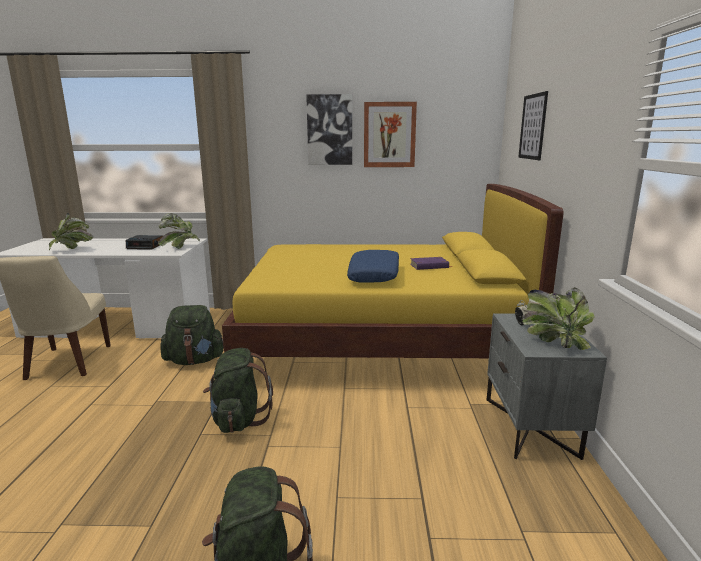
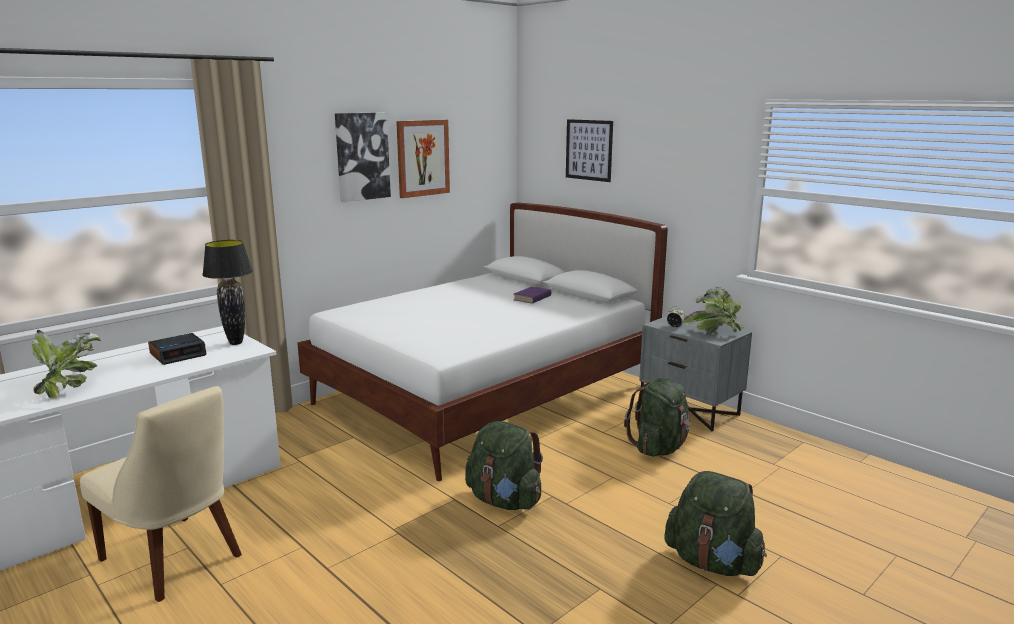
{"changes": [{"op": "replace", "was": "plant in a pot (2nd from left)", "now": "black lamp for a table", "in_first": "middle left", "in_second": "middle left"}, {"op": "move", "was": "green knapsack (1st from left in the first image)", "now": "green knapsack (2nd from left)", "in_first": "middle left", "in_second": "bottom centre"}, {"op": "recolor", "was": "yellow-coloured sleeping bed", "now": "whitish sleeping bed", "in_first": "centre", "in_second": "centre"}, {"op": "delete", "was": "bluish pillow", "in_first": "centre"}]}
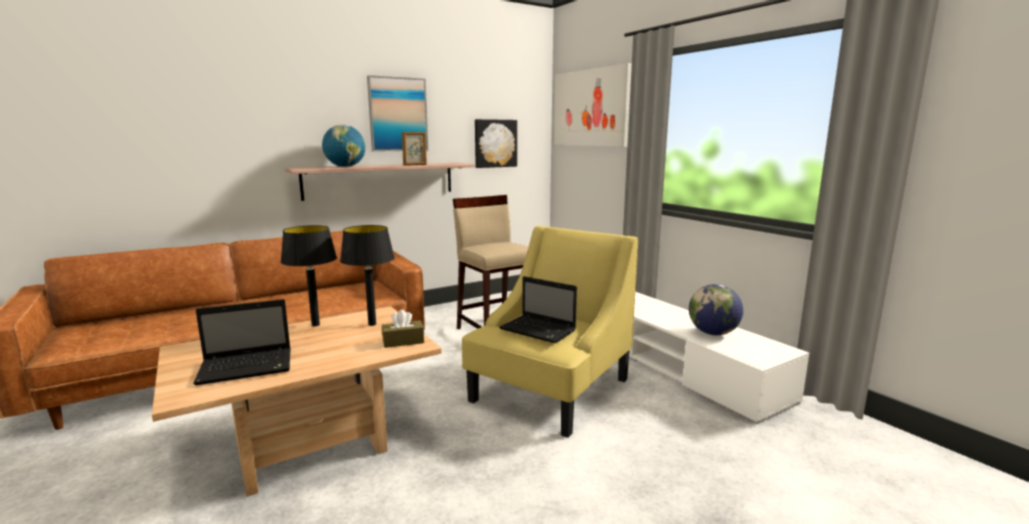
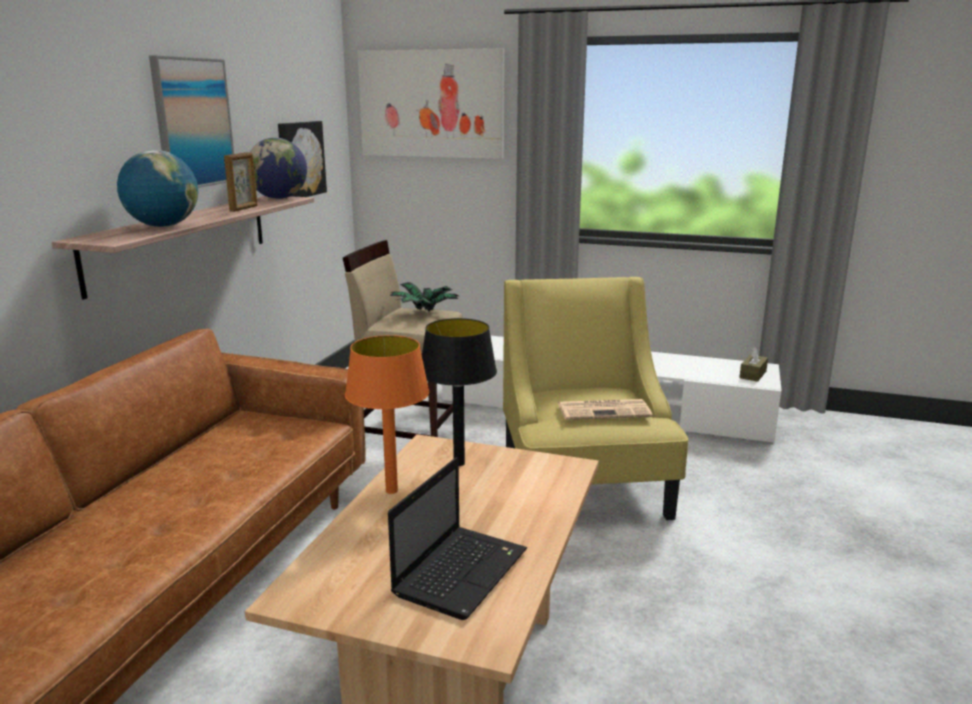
{"changes": [{"op": "recolor", "was": "black lamp for a table (1st from left)", "now": "orange lamp for a table", "in_first": "middle left", "in_second": "centre"}, {"op": "move", "was": "brown-coloured tissue holder", "in_first": "centre", "in_second": "middle right"}, {"op": "replace", "was": "notebook computer (2nd from left)", "now": "newspaper", "in_first": "centre", "in_second": "centre"}, {"op": "move", "was": "desk globe (2nd from left)", "in_first": "middle right", "in_second": "top left"}, {"op": "insert", "now": "plant in a pot", "in_second": "centre"}]}
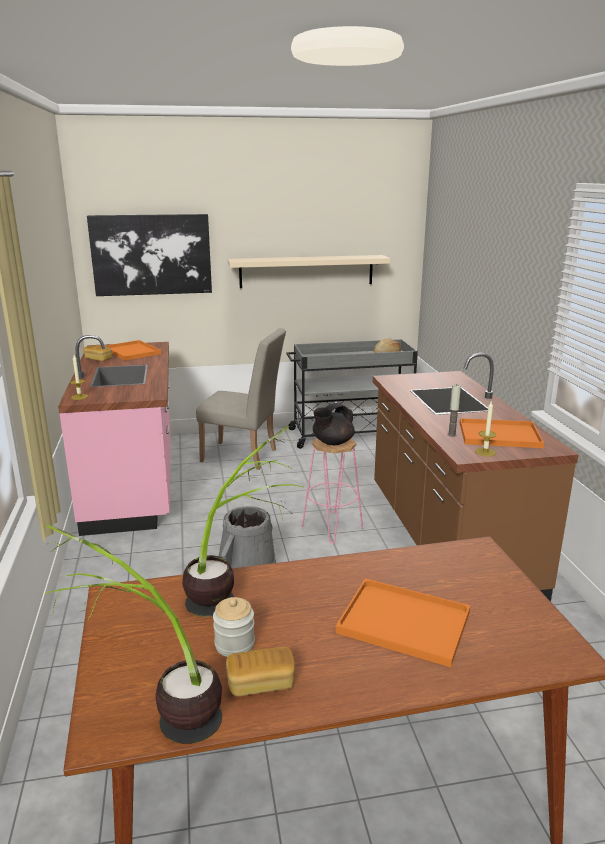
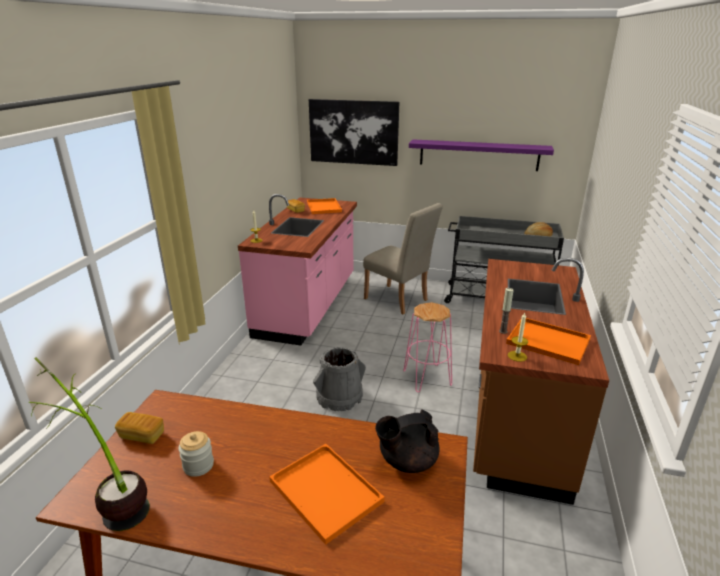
{"changes": [{"op": "delete", "was": "plant in a pot (2nd from left)", "in_first": "centre"}, {"op": "move", "was": "bakery bread (2nd from left in the first image)", "now": "bakery bread (1st from left)", "in_first": "bottom centre", "in_second": "bottom left"}, {"op": "recolor", "was": "sand-coloured wall shelf", "now": "purple-coloured wall shelf", "in_first": "top centre", "in_second": "top right"}, {"op": "move", "was": "black teapot", "in_first": "centre", "in_second": "bottom centre"}]}
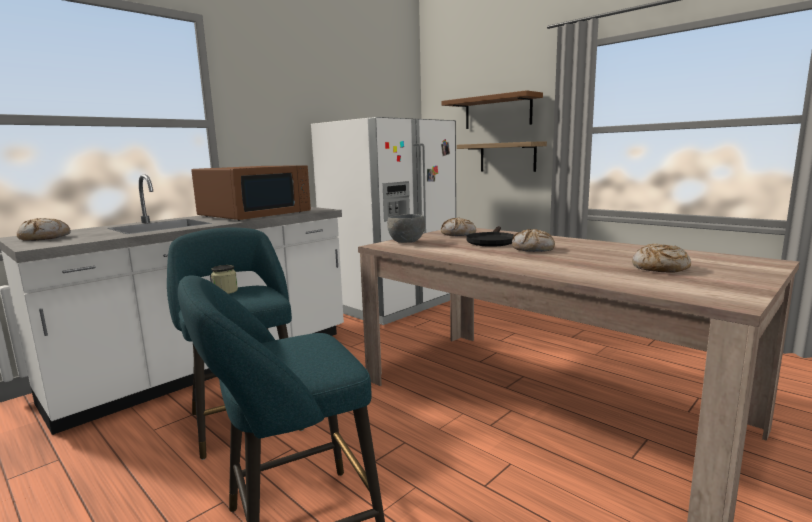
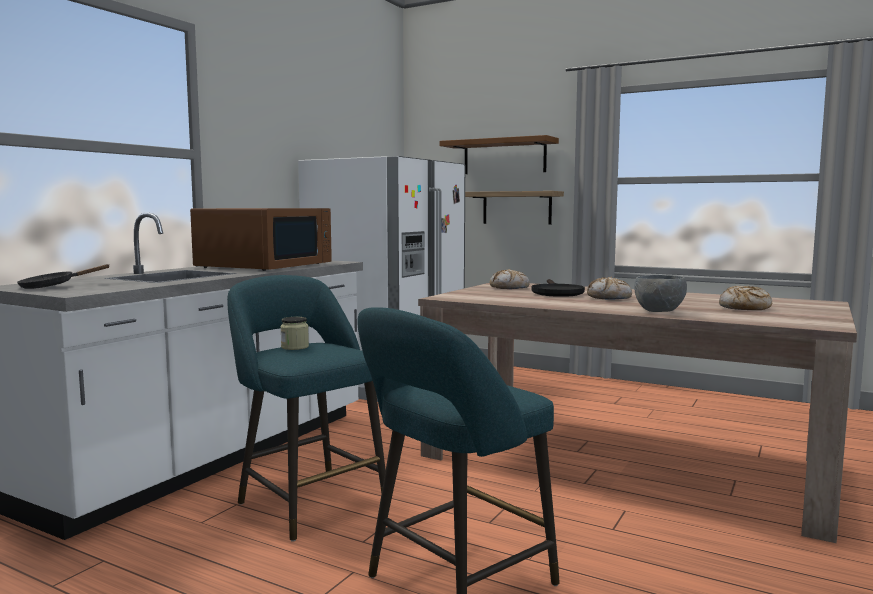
{"changes": [{"op": "replace", "was": "bakery bread (1st from left)", "now": "black pan (1st from left)", "in_first": "middle left", "in_second": "middle left"}, {"op": "move", "was": "greyish serving bowl", "in_first": "centre", "in_second": "middle right"}]}
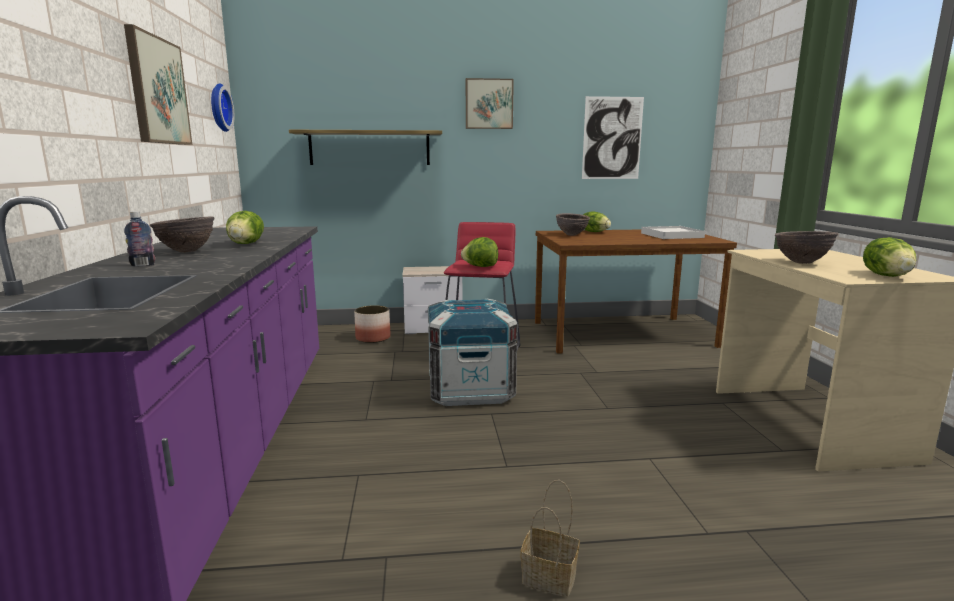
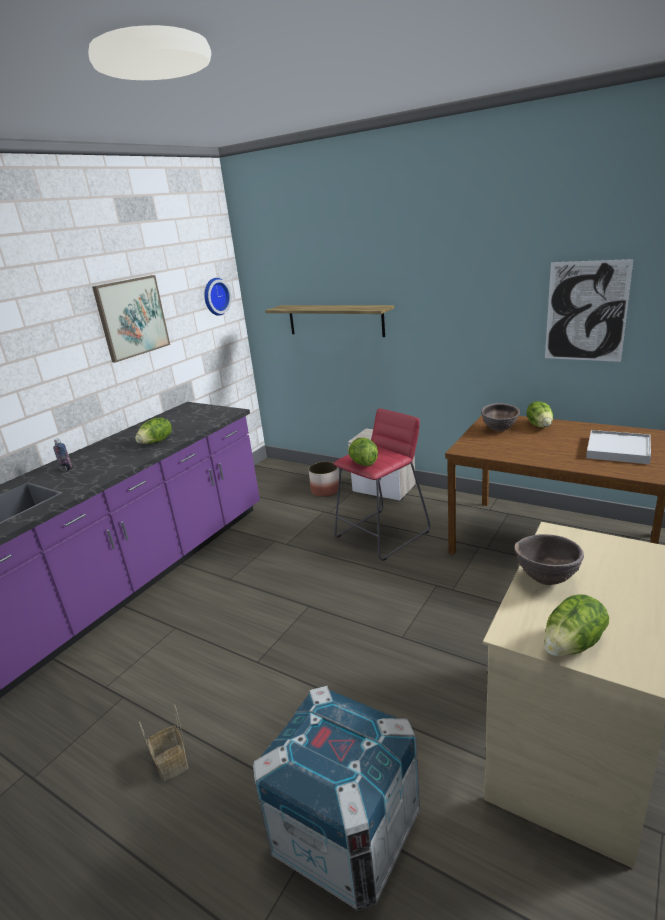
{"changes": [{"op": "delete", "was": "brown-coloured serving bowl (1st from left)", "in_first": "middle left"}, {"op": "move", "was": "crate", "in_first": "centre", "in_second": "bottom centre"}, {"op": "delete", "was": "wall art (2nd from left)", "in_first": "top centre"}]}
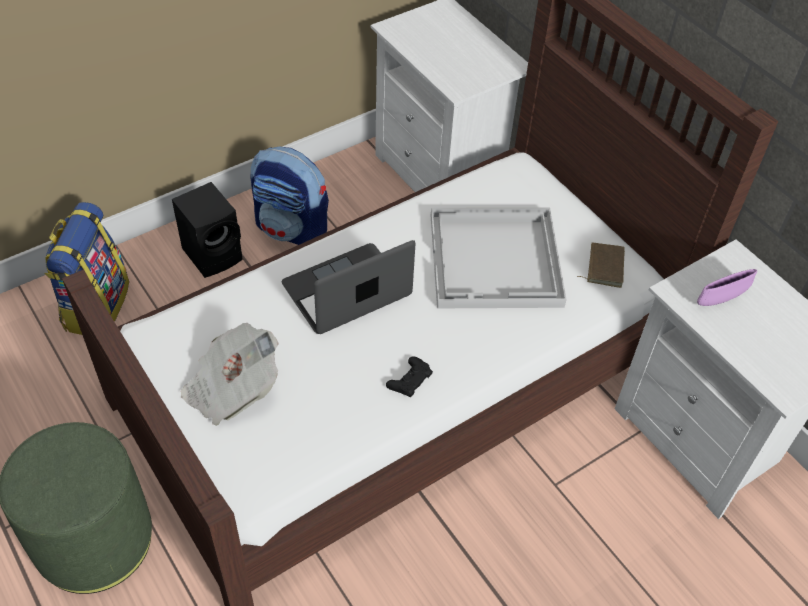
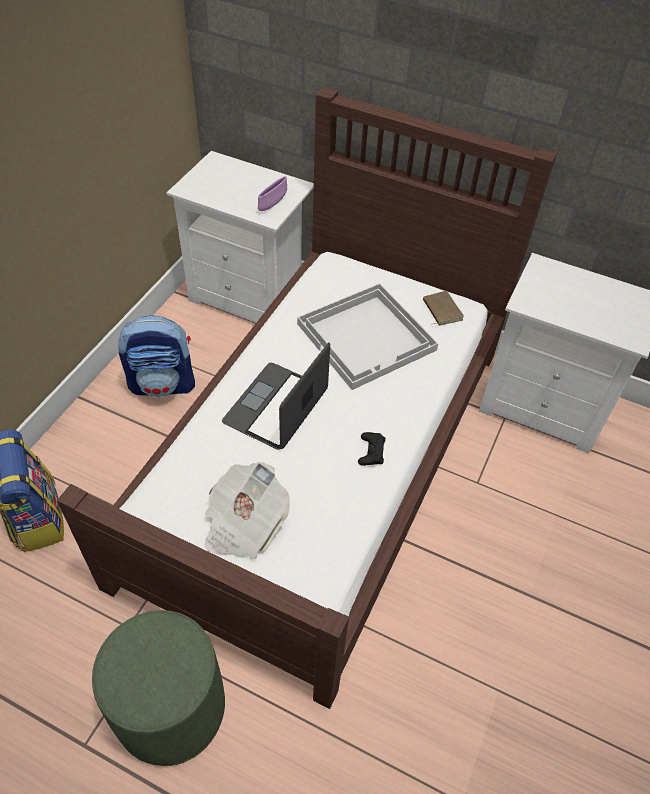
{"changes": [{"op": "delete", "was": "black loudspeaker", "in_first": "middle left"}, {"op": "move", "was": "purple-coloured serving bowl", "in_first": "middle right", "in_second": "top centre"}]}
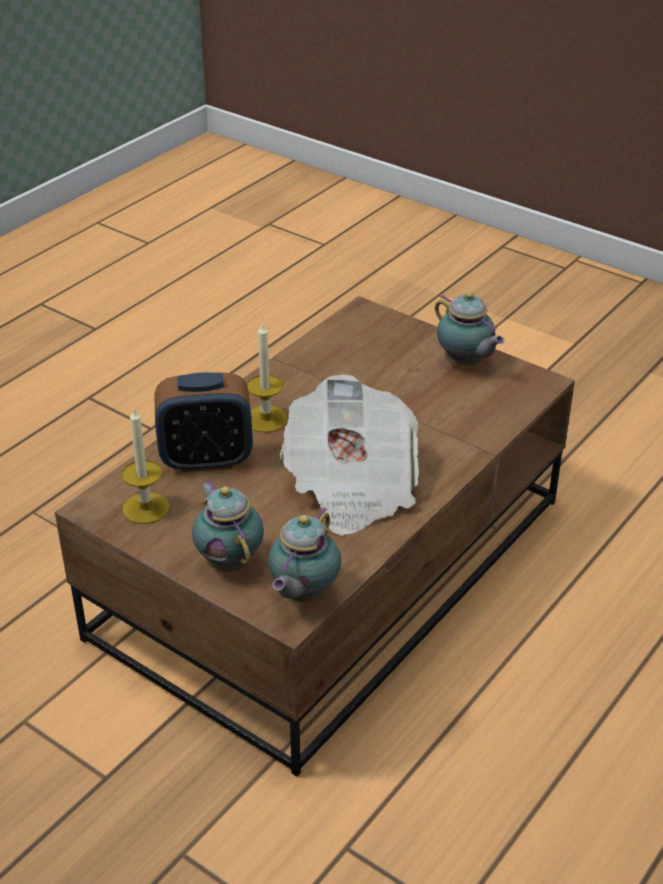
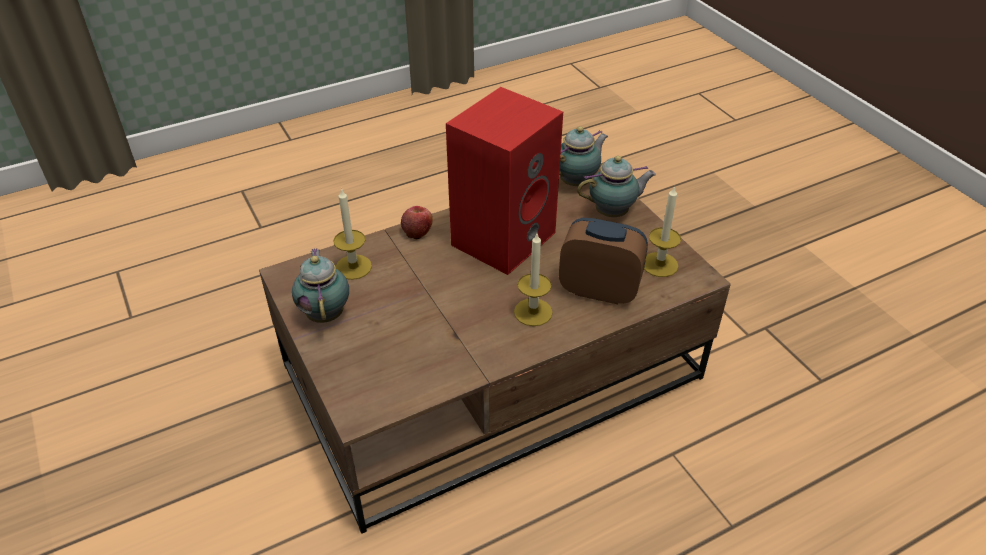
{"changes": [{"op": "rotate", "was": "teapot (1st from left in the first image)", "in_first": "centre", "in_second": "centre", "clockwise": -105}, {"op": "replace", "was": "newspaper", "now": "red-coloured loudspeaker", "in_first": "centre", "in_second": "top centre"}, {"op": "insert", "now": "wax light (1st from left)", "in_second": "centre"}, {"op": "insert", "now": "whole apple", "in_second": "centre"}]}
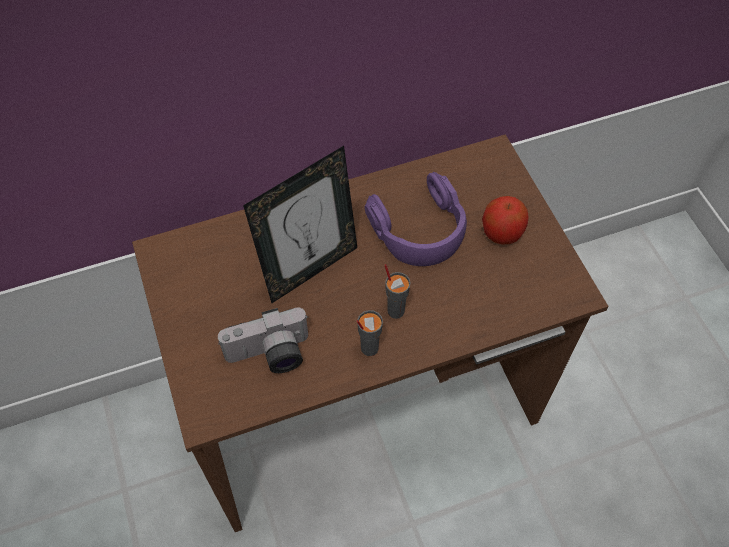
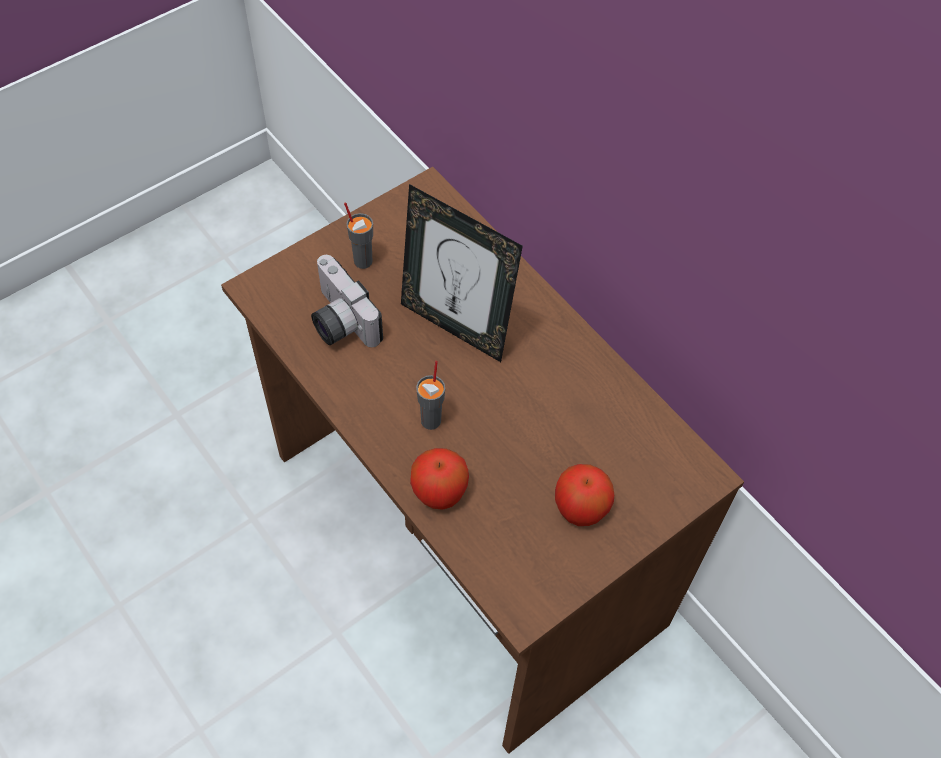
{"changes": [{"op": "move", "was": "greyish small cup (1st from left)", "in_first": "centre", "in_second": "top centre"}, {"op": "delete", "was": "purple-coloured headset", "in_first": "centre"}, {"op": "insert", "now": "whole apple (1st from left)", "in_second": "centre"}]}
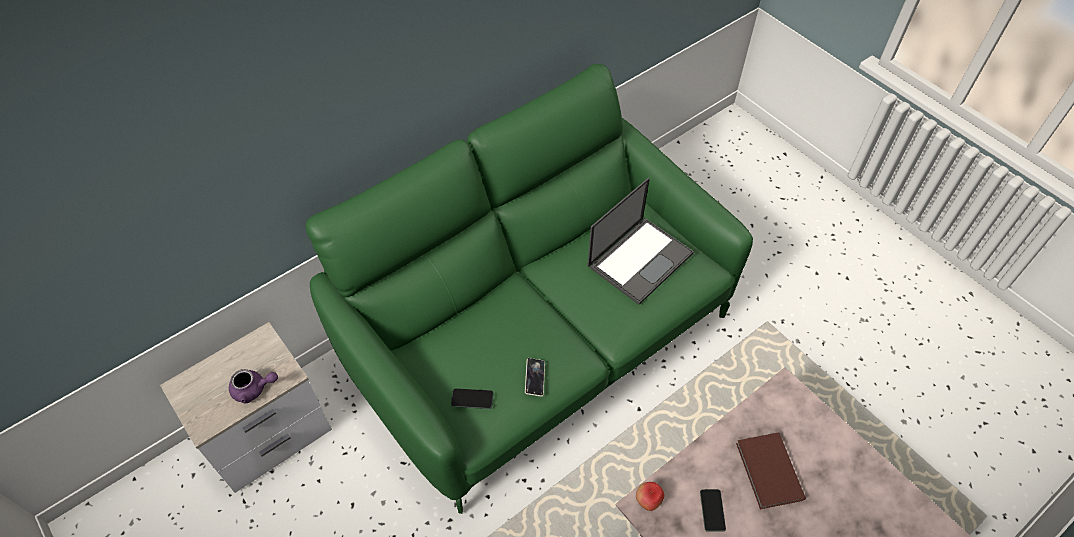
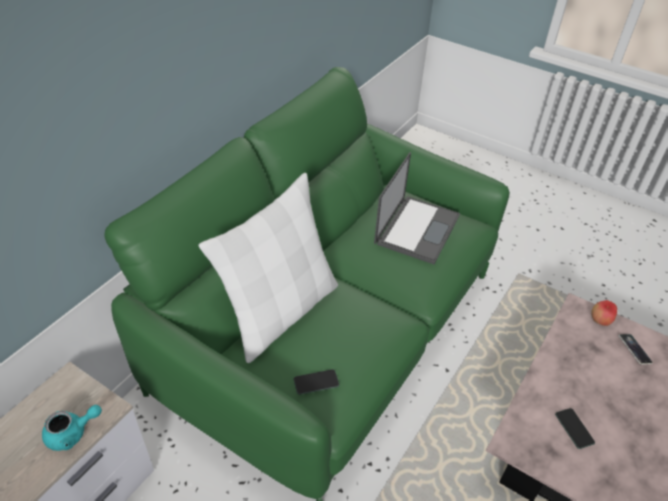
{"changes": [{"op": "recolor", "was": "purple-coloured teapot", "now": "turquoise-coloured teapot", "in_first": "bottom left", "in_second": "bottom left"}, {"op": "move", "was": "phone (2nd from left in the first image)", "now": "phone (3rd from left)", "in_first": "bottom centre", "in_second": "bottom right"}, {"op": "move", "was": "whole apple", "in_first": "bottom centre", "in_second": "middle right"}, {"op": "delete", "was": "brown-coloured bound book", "in_first": "bottom right"}, {"op": "insert", "now": "whitish pillow", "in_second": "centre"}]}
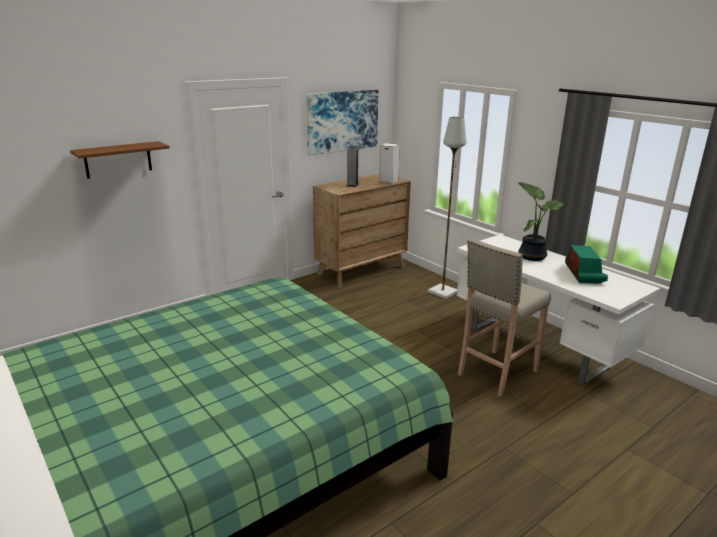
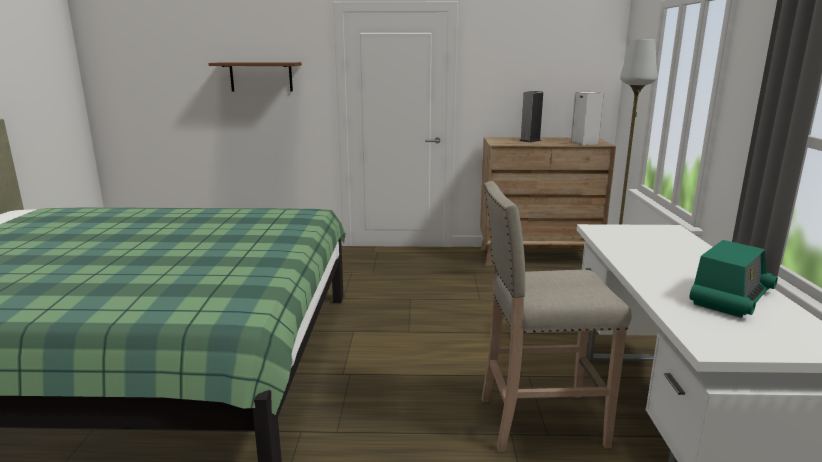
{"changes": [{"op": "delete", "was": "wall art", "in_first": "top centre"}, {"op": "delete", "was": "plant in a pot", "in_first": "middle right"}]}
